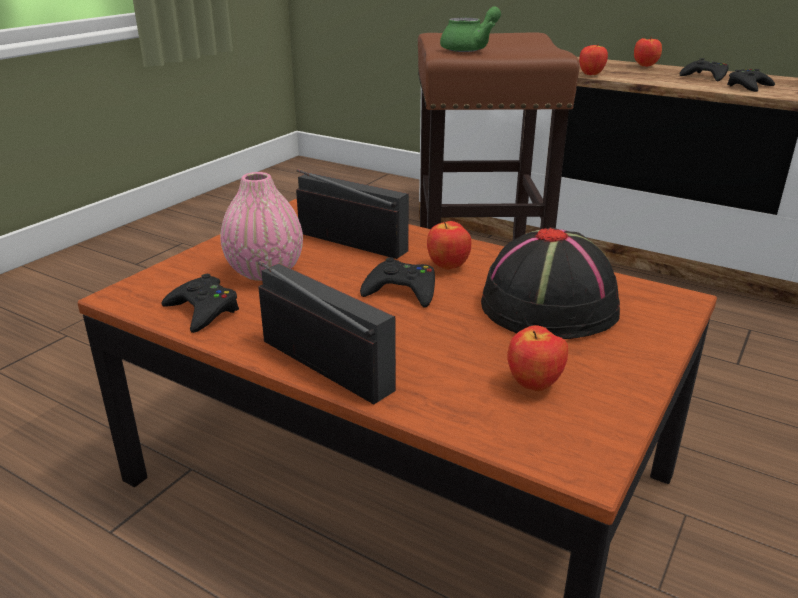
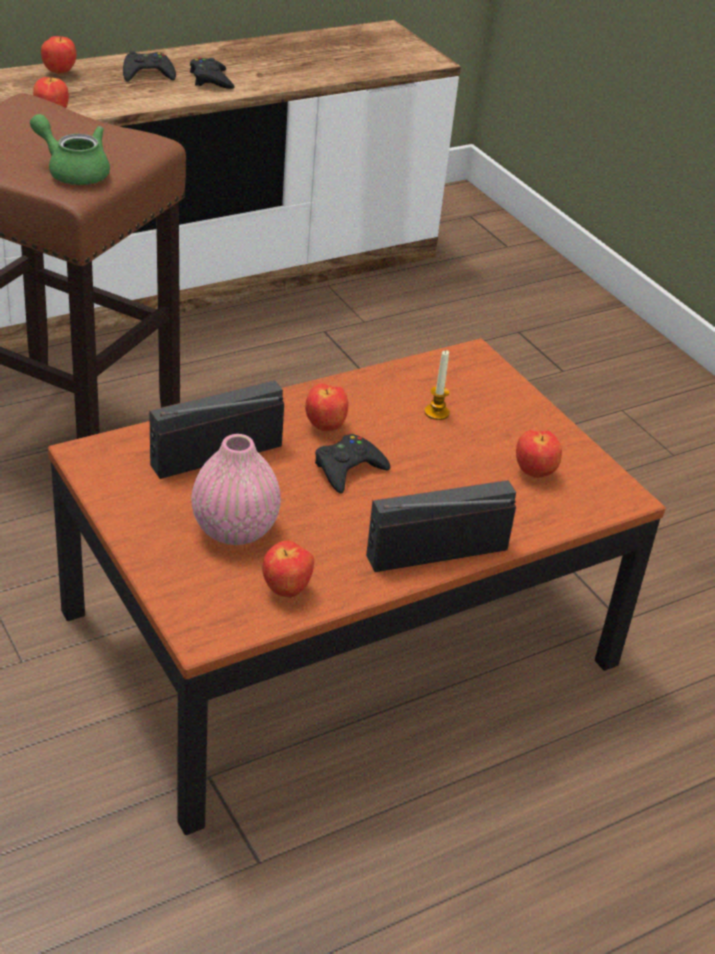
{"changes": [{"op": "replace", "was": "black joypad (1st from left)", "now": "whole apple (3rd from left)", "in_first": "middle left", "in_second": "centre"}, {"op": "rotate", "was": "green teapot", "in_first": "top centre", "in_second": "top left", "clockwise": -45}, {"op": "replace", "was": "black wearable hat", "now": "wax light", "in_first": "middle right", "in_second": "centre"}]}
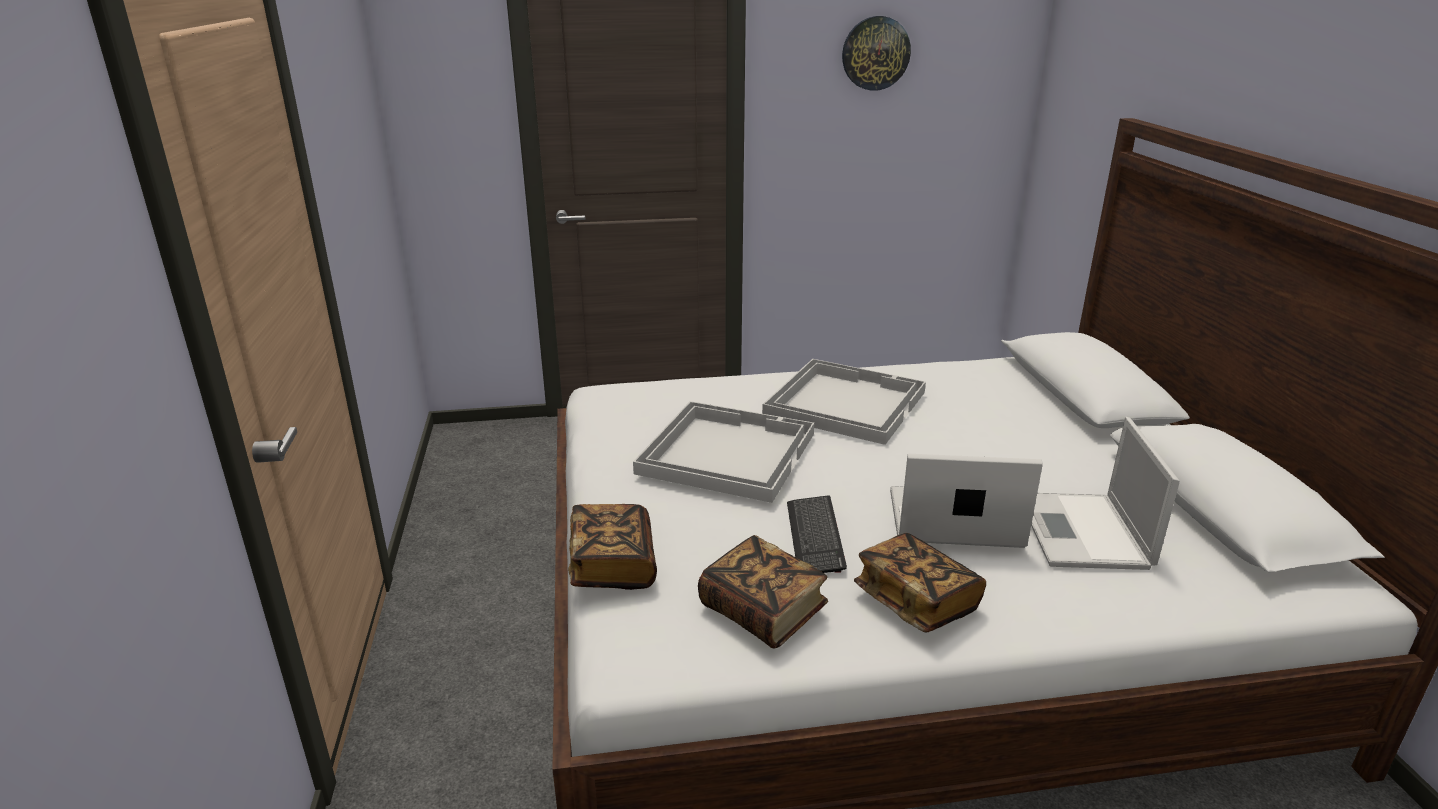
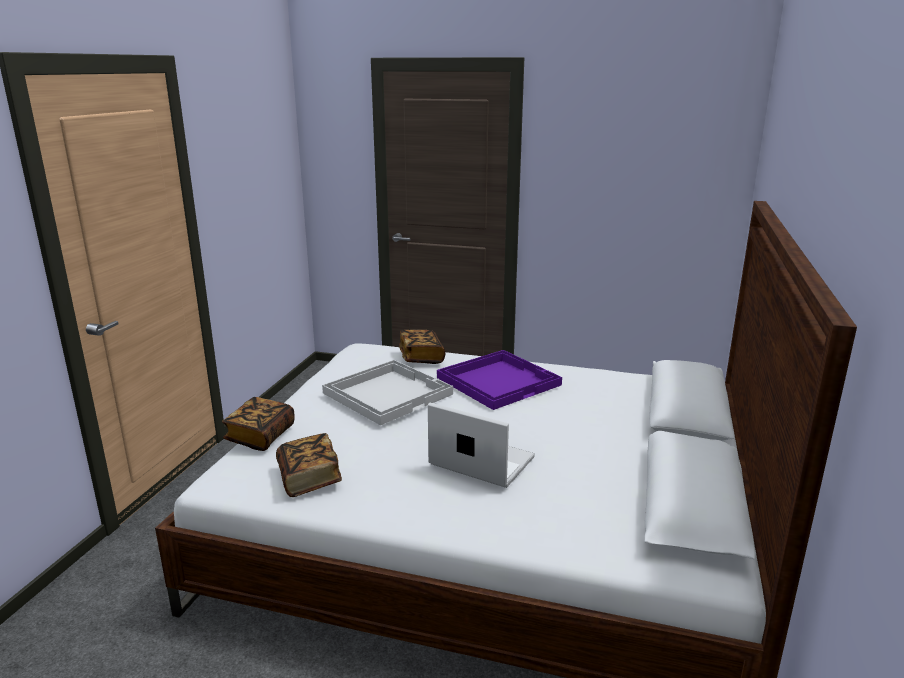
{"changes": [{"op": "recolor", "was": "whitish carrying tray (2nd from left)", "now": "purple-coloured carrying tray", "in_first": "centre", "in_second": "centre"}, {"op": "delete", "was": "keyboard", "in_first": "centre"}, {"op": "delete", "was": "clock on the wall", "in_first": "top centre"}, {"op": "move", "was": "bound book (3rd from left)", "in_first": "bottom centre", "in_second": "centre"}, {"op": "delete", "was": "notebook computer (2nd from left)", "in_first": "middle right"}]}
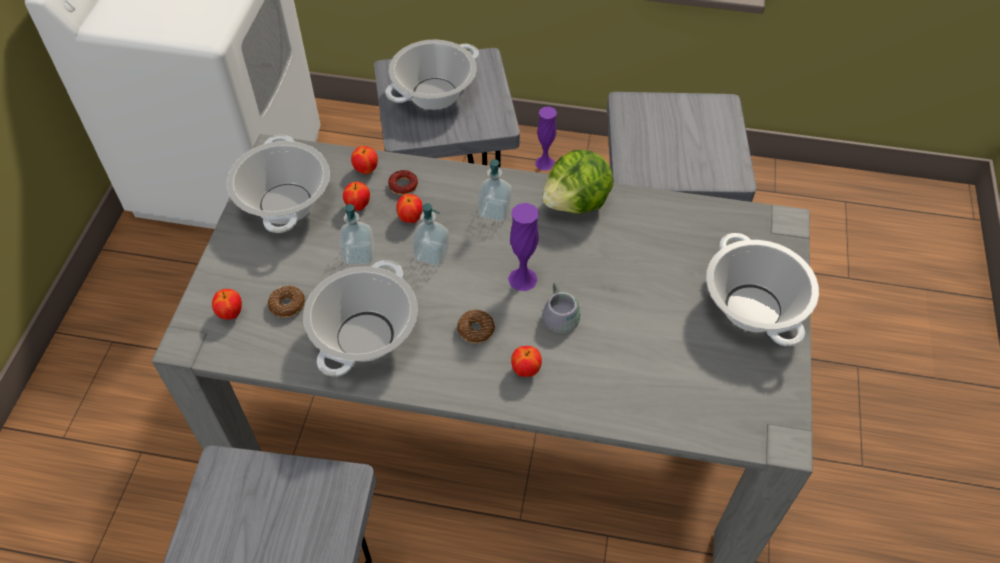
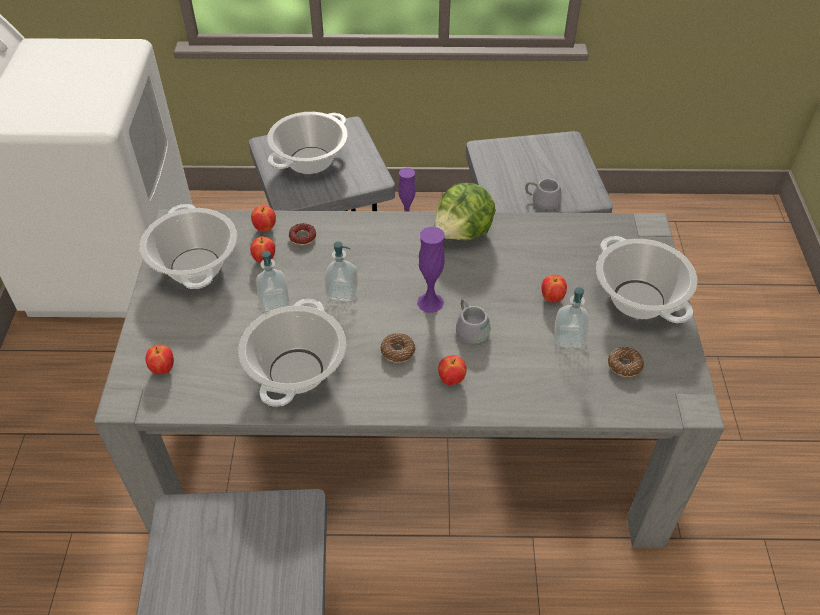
{"changes": [{"op": "move", "was": "doughnut (1st from left in the first image)", "now": "doughnut (3rd from left)", "in_first": "middle left", "in_second": "middle right"}, {"op": "move", "was": "whole apple (4th from left in the first image)", "now": "whole apple (5th from left)", "in_first": "centre", "in_second": "middle right"}, {"op": "move", "was": "soap dispenser (3rd from left)", "in_first": "centre", "in_second": "middle right"}, {"op": "insert", "now": "greyish tea mug (2nd from left)", "in_second": "top centre"}]}
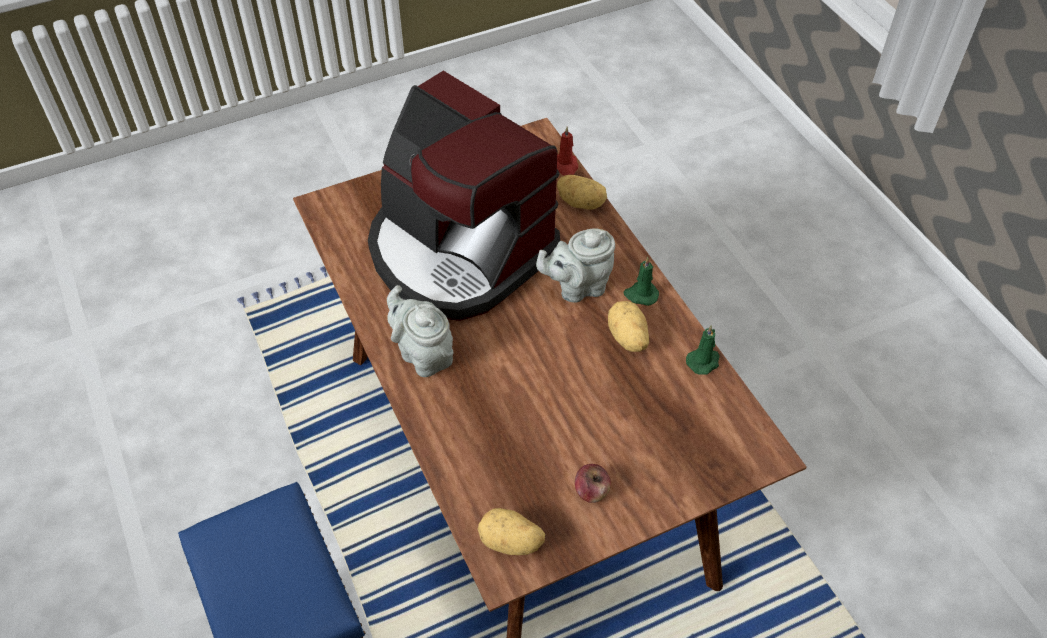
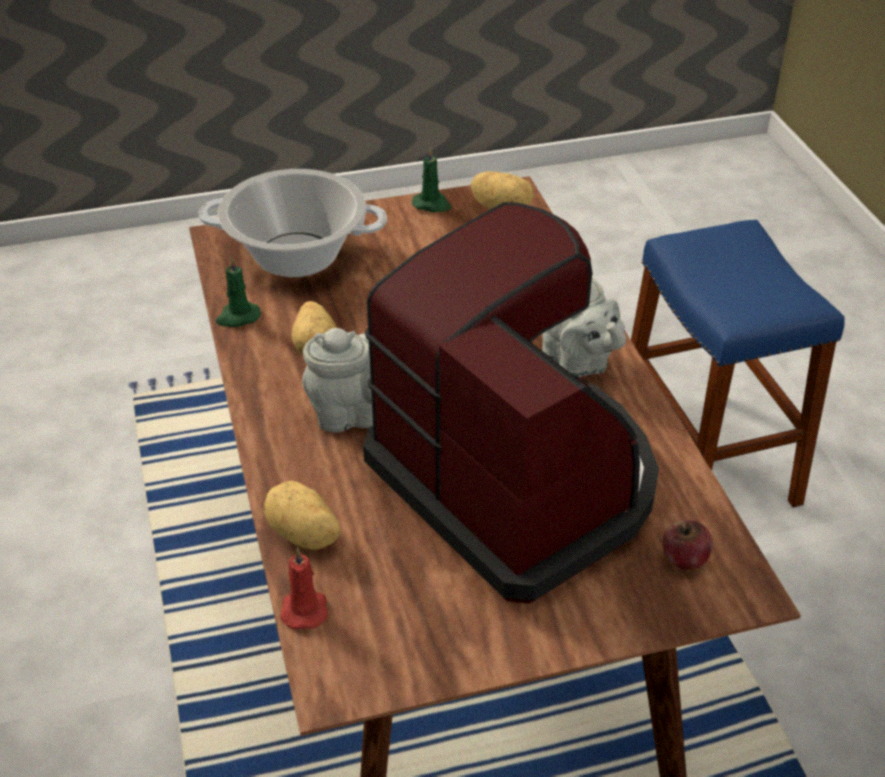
{"changes": [{"op": "move", "was": "whole apple", "in_first": "bottom centre", "in_second": "bottom right"}, {"op": "move", "was": "green wax light (1st from left in the first image)", "now": "green wax light (2nd from left)", "in_first": "centre", "in_second": "top centre"}, {"op": "insert", "now": "saucepot", "in_second": "top left"}]}
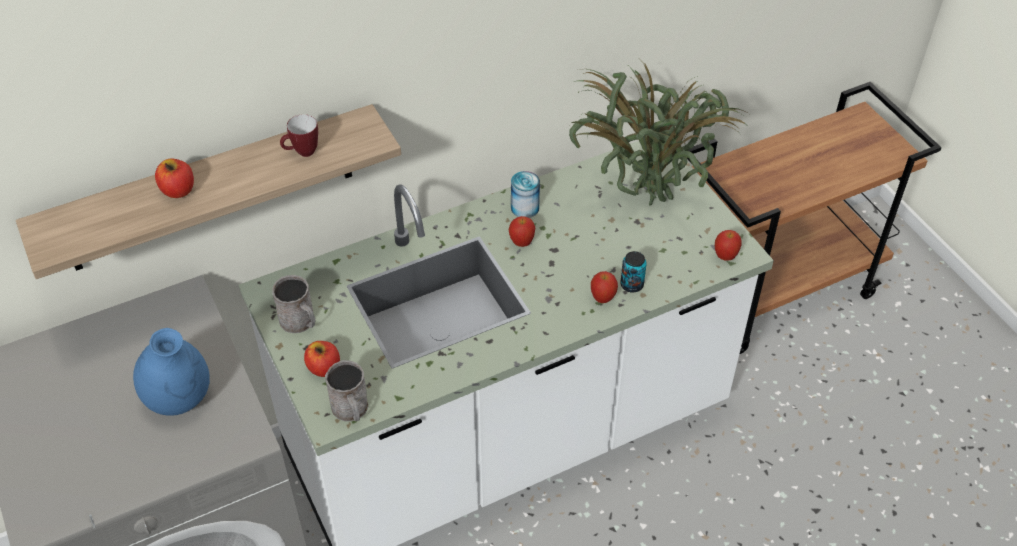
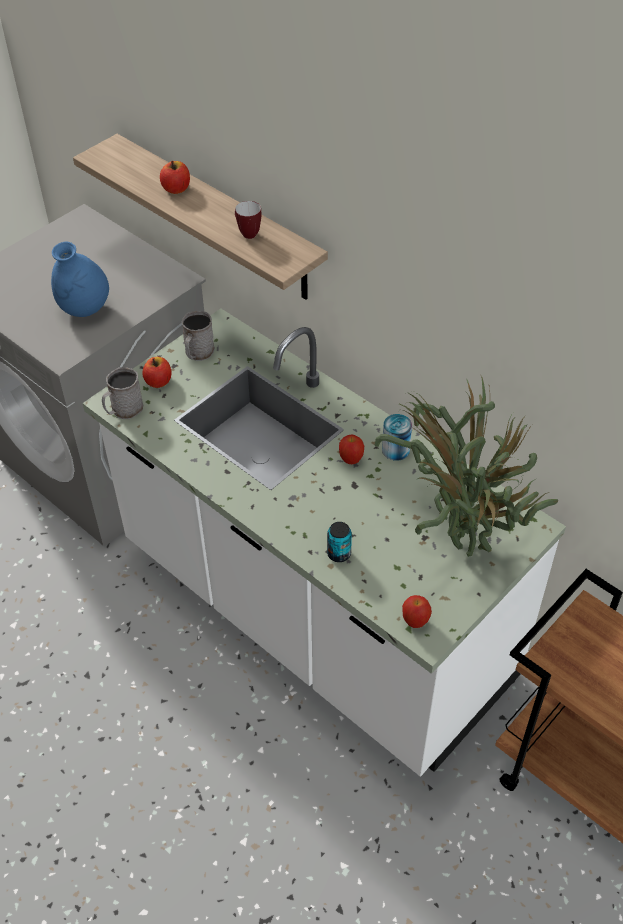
{"changes": [{"op": "delete", "was": "whole apple (4th from left)", "in_first": "centre"}]}
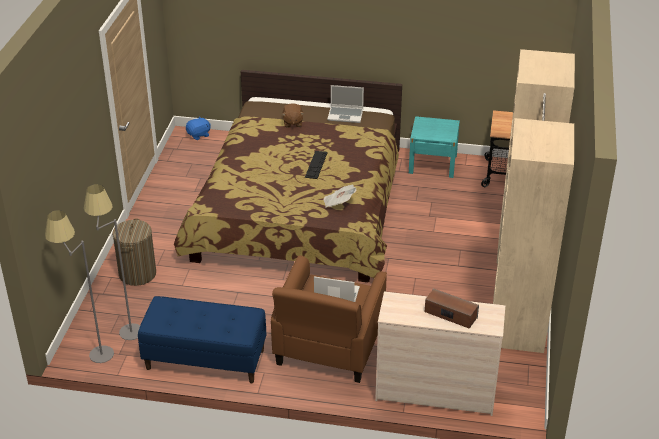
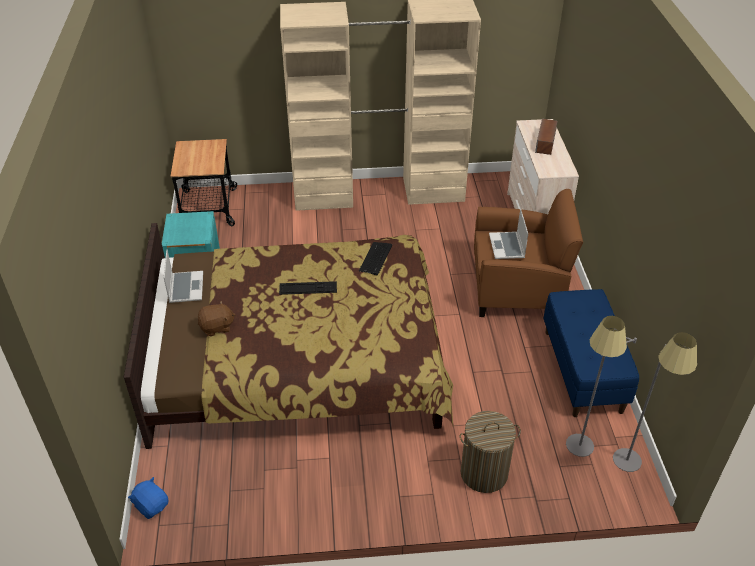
{"changes": [{"op": "replace", "was": "newspaper", "now": "keyboard (2nd from left)", "in_first": "centre", "in_second": "centre"}]}
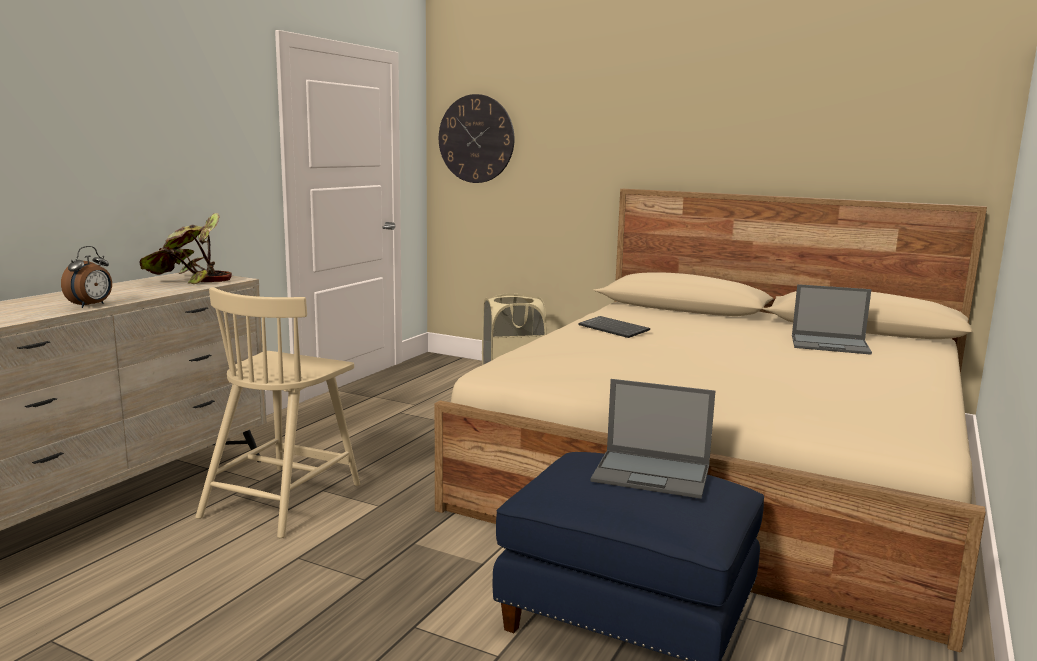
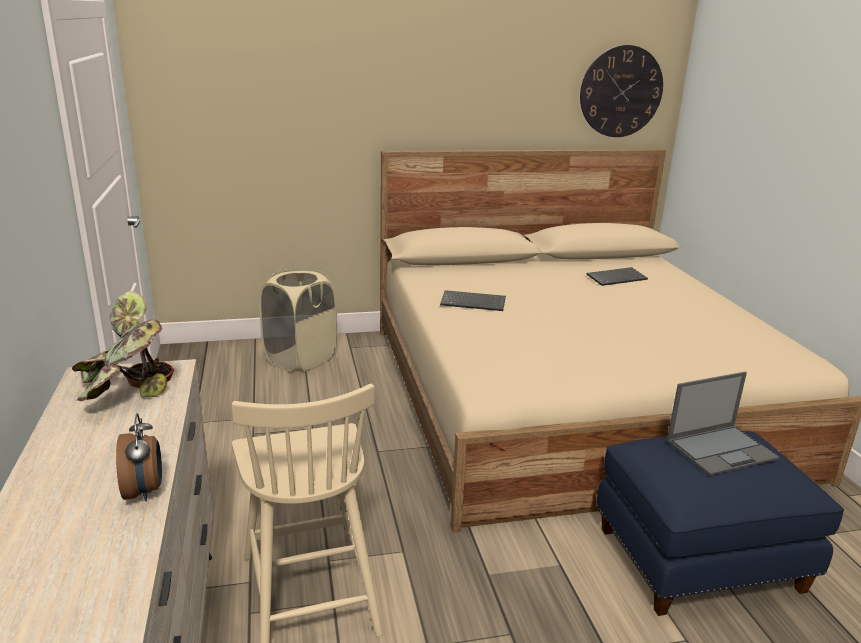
{"changes": [{"op": "move", "was": "clock on the wall", "in_first": "top centre", "in_second": "top right"}, {"op": "replace", "was": "notebook computer (2nd from left)", "now": "keyboard (2nd from left)", "in_first": "middle right", "in_second": "middle right"}]}
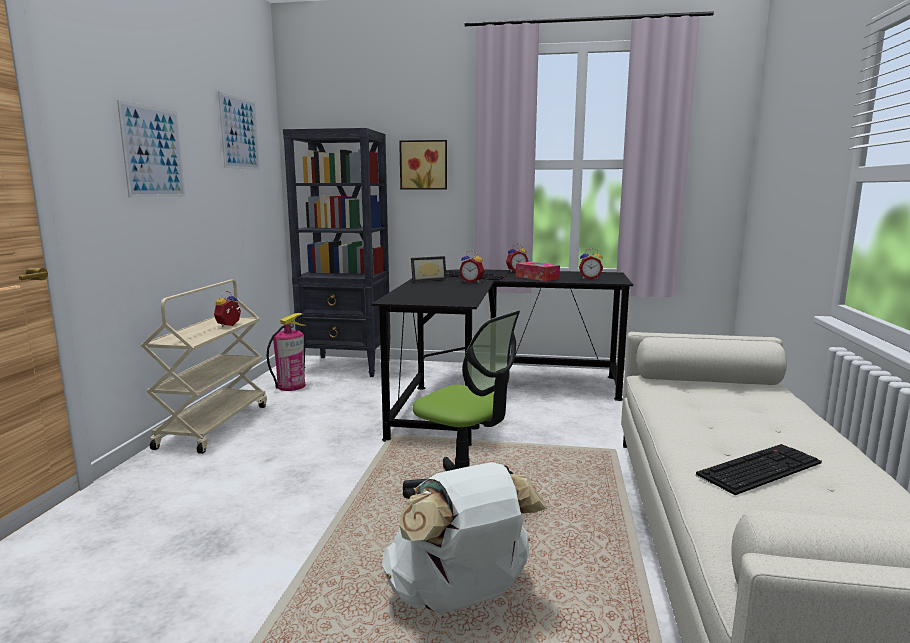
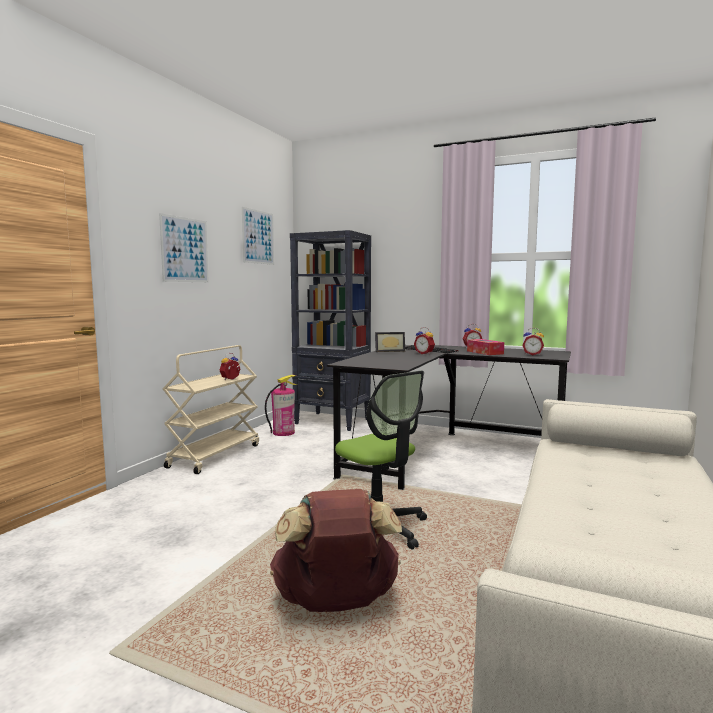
{"changes": [{"op": "recolor", "was": "whitish knapsack", "now": "brown-coloured knapsack", "in_first": "bottom centre", "in_second": "bottom centre"}, {"op": "delete", "was": "wall art (3rd from left)", "in_first": "top centre"}, {"op": "delete", "was": "keyboard (2nd from left)", "in_first": "bottom right"}]}
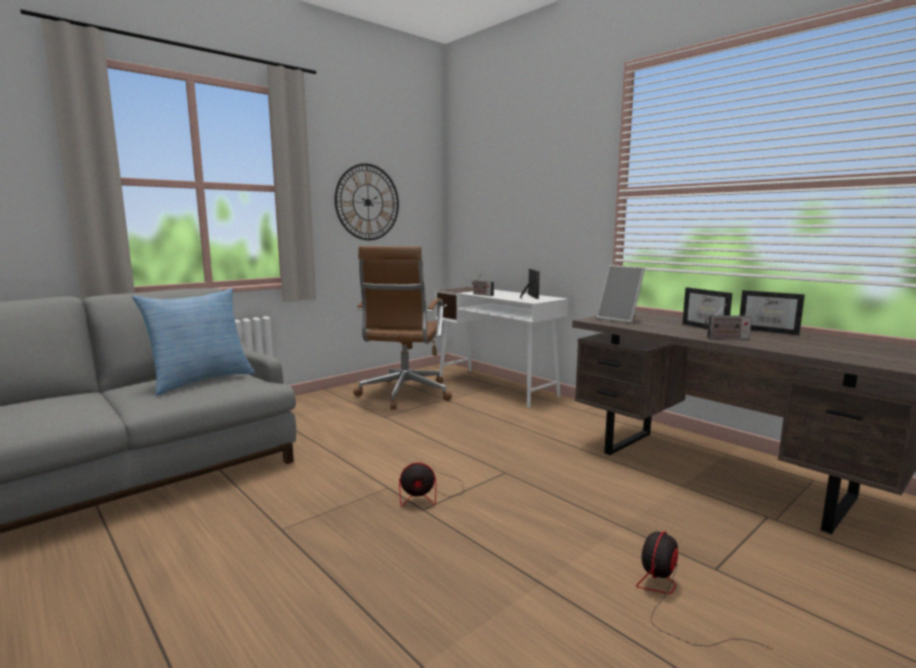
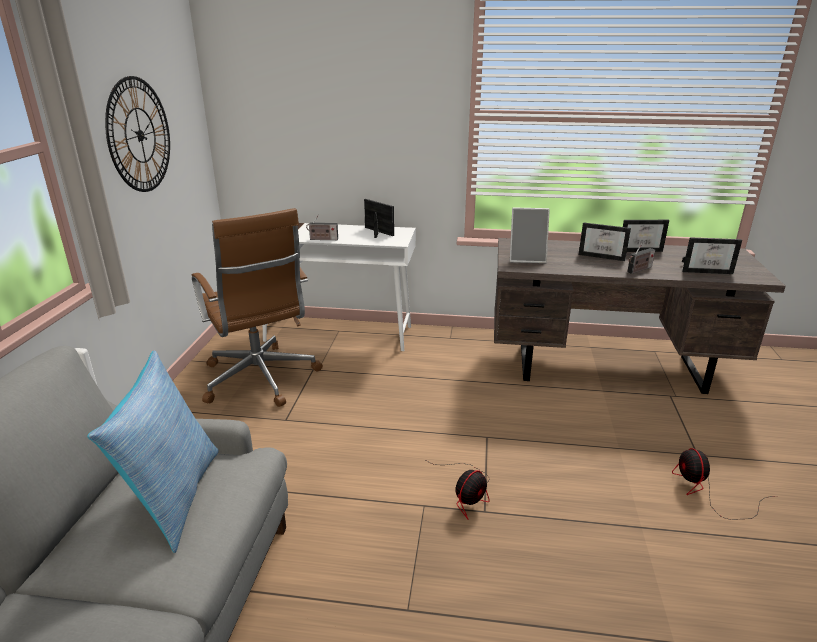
{"changes": [{"op": "insert", "now": "standing frame (5th from left)", "in_second": "middle right"}]}
